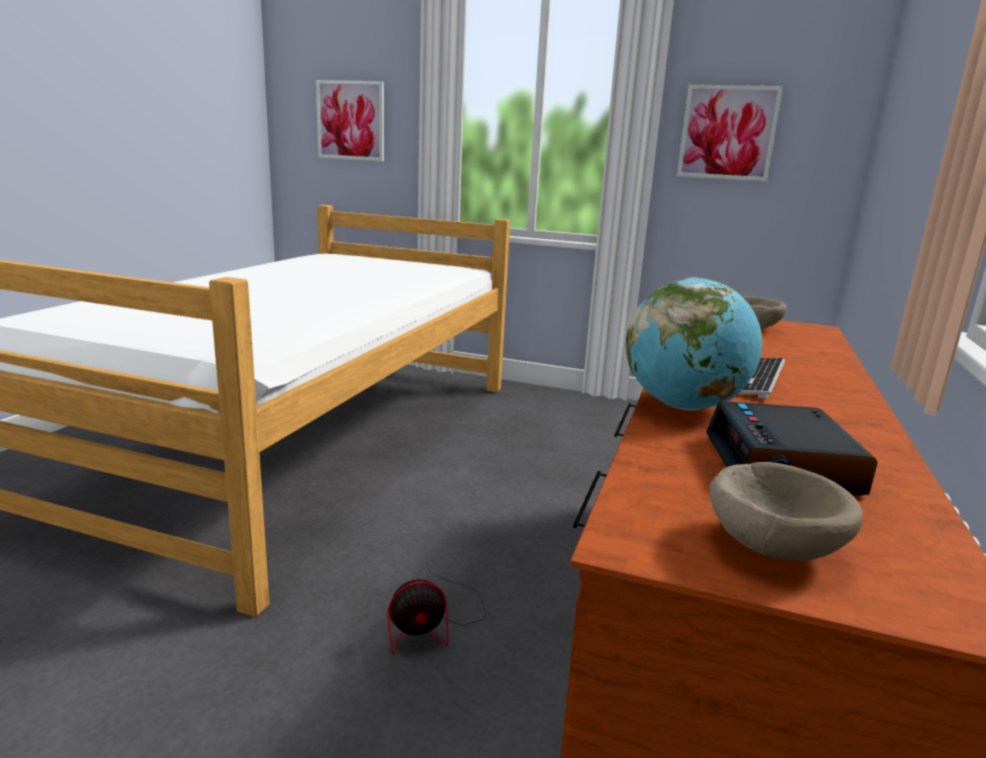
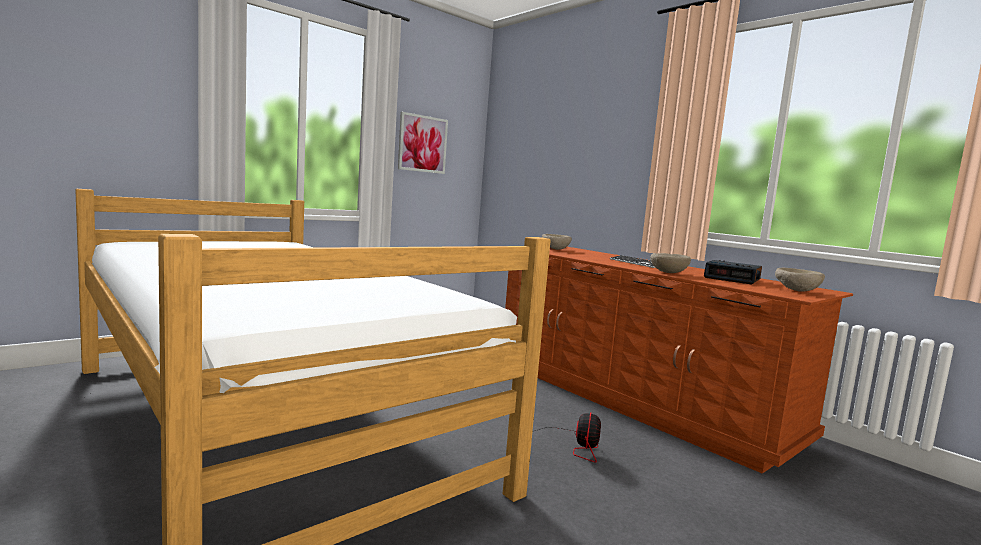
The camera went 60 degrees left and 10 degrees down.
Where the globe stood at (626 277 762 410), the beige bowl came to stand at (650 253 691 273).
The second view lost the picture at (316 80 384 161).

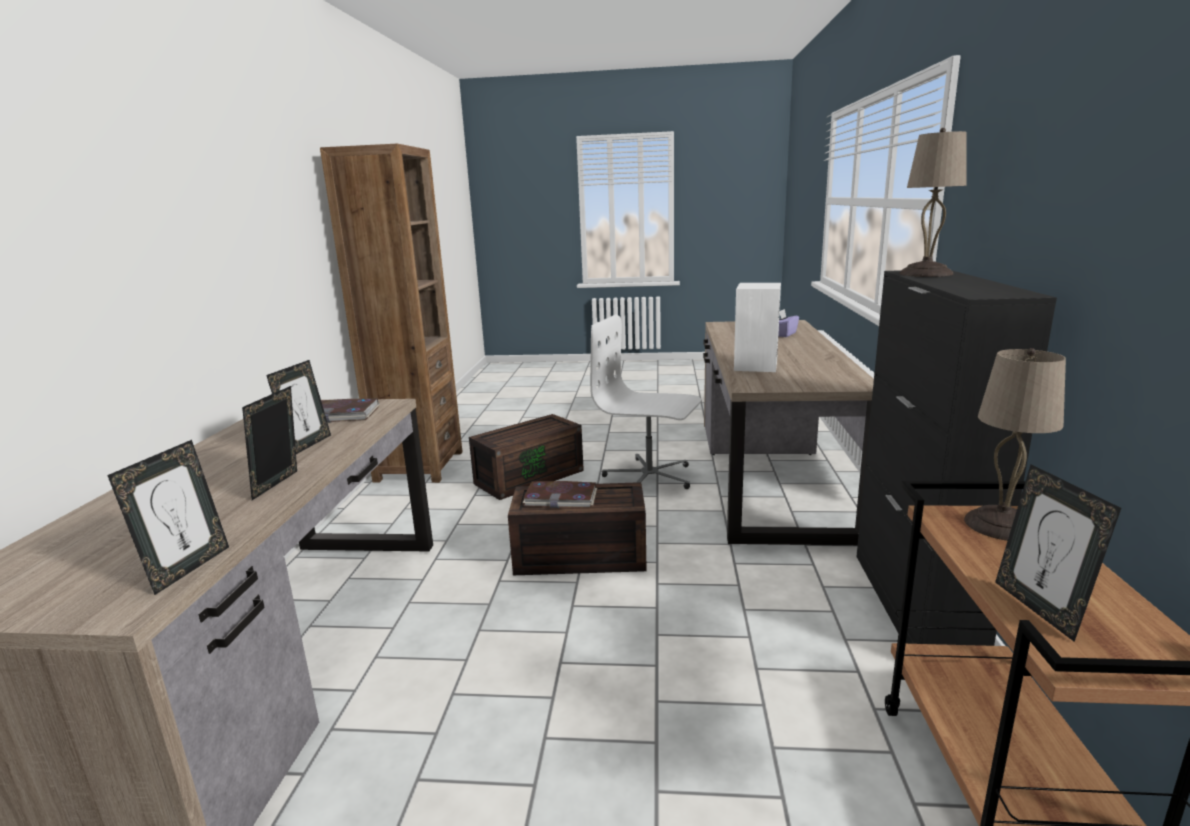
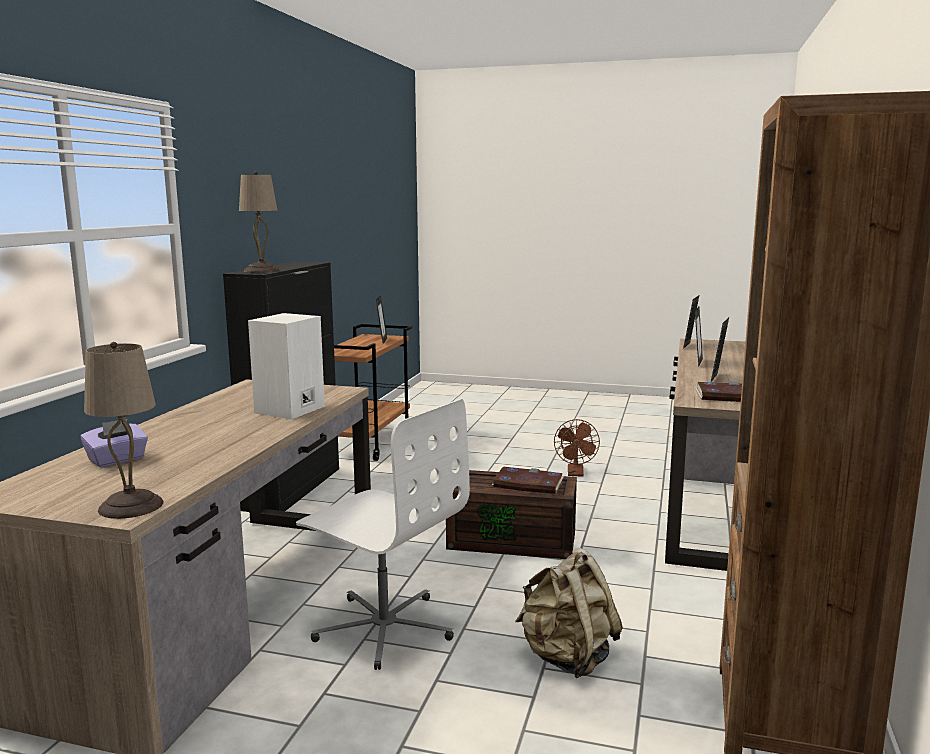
The camera went 170 degrees left and 5 degrees down.
The beige table lamp ended up elsewhere, having gone from (964 348 1066 541) to (84 342 164 519).
Where the brown storage box stood at (469 414 584 500), the beige backpack came to stand at (515 548 623 678).
The second view gained the brown fan at (554 419 600 477).

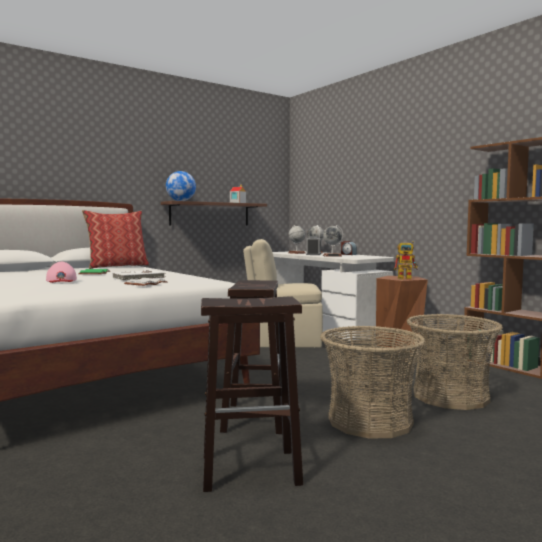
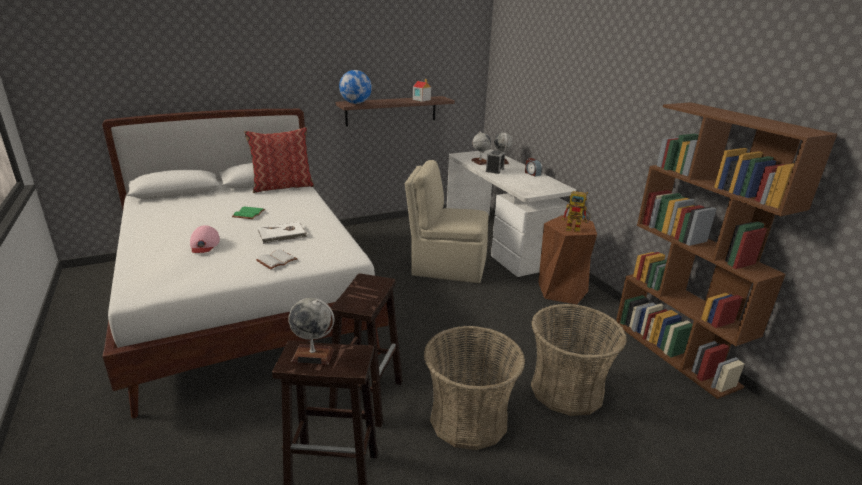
The camera went 10 degrees right and 20 degrees up.
The globe ended up elsewhere, having gone from (323 225 343 257) to (289 298 335 365).

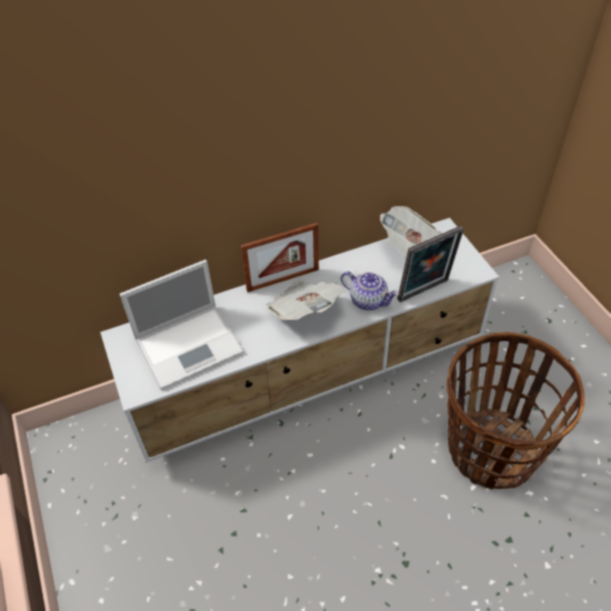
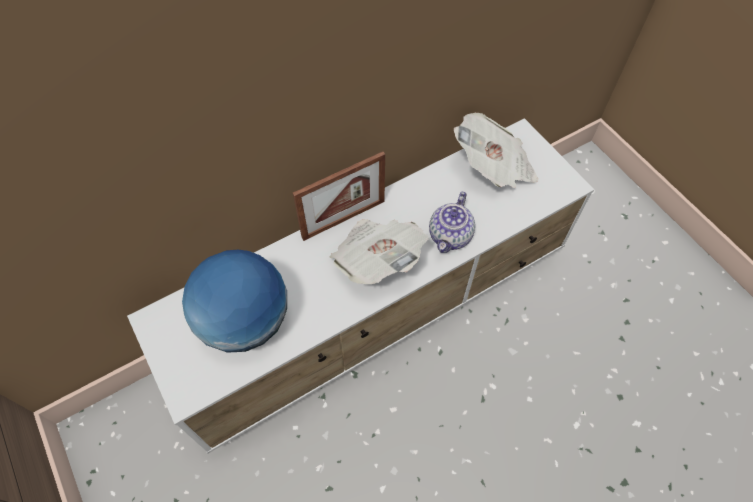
The camera went 10 degrees left and 10 degrees up.
Where the laptop stood at (120 260 244 390), the globe came to stand at (182 250 287 353).
The teapot at (341 271 399 310) ended up facing another way, 90 degrees clockwise from before.
The second view lost the picture frame at (397 226 464 302).
The second view lost the basket at (447 332 585 490).

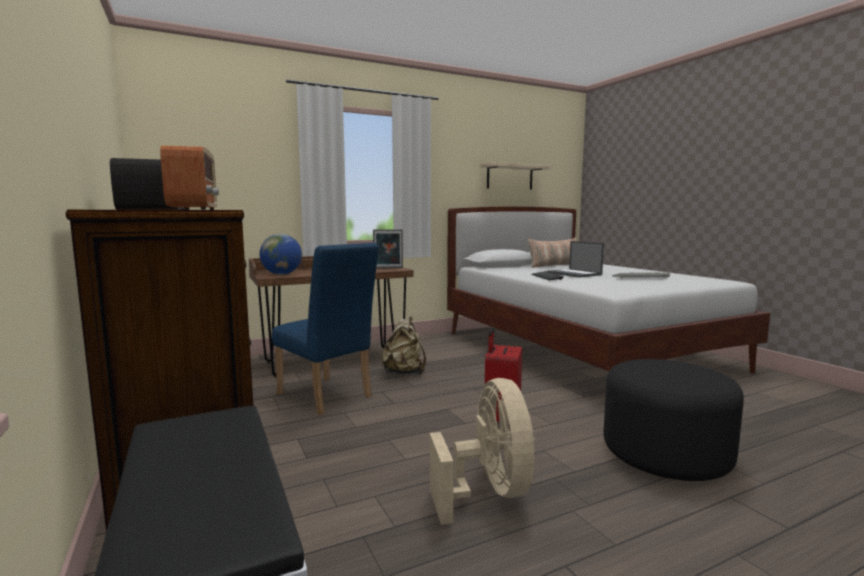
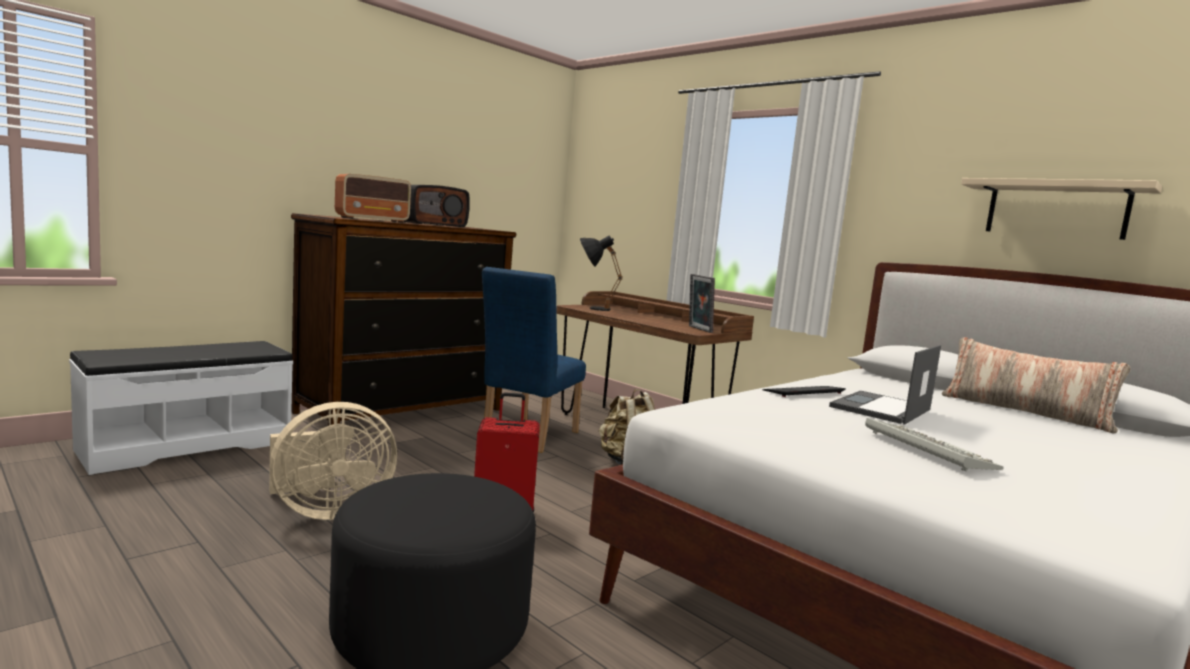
The camera went 70 degrees right and 0 degrees up.
Where the globe stood at (259 234 302 275), the black table lamp came to stand at (580 235 623 311).

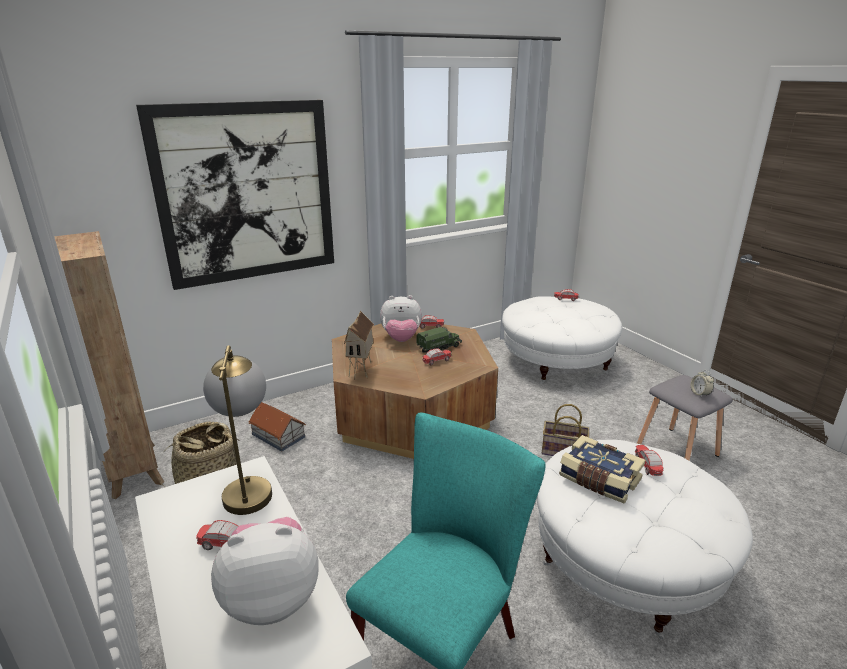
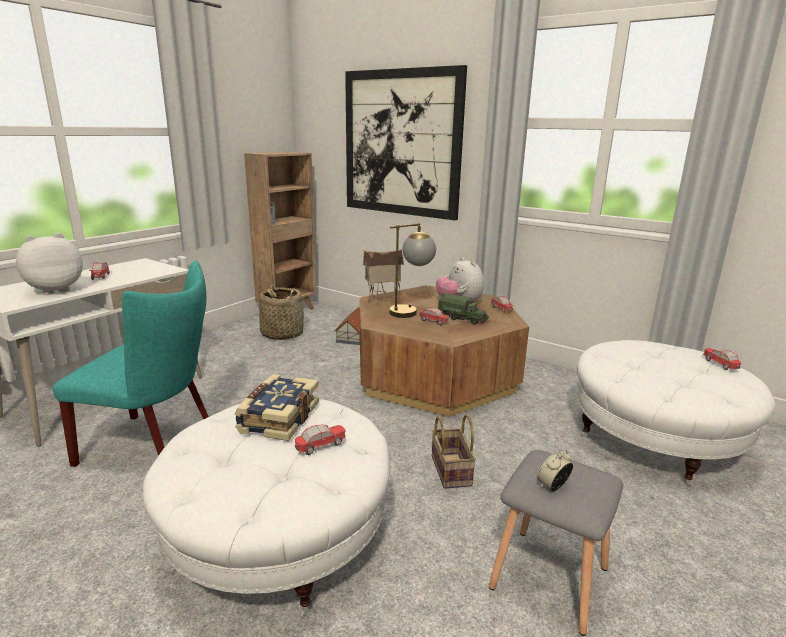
The camera went 65 degrees right and 5 degrees down.
The plush toy at (211 517 319 625) ended up facing another way, 90 degrees counterclockwise from before.
The table lamp ended up elsewhere, having gone from (203 345 272 515) to (389 223 436 318).

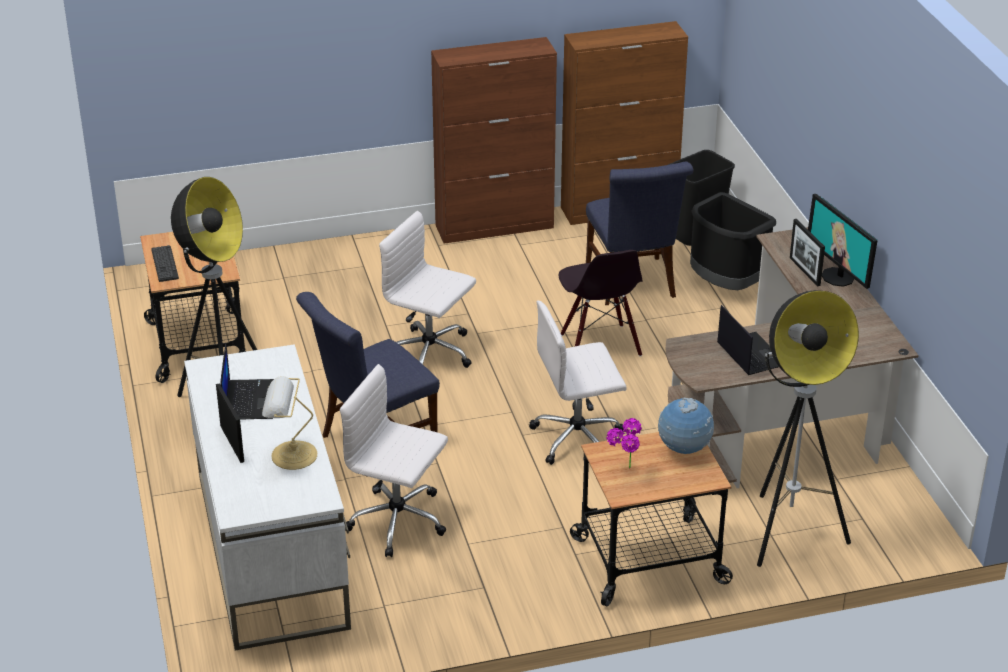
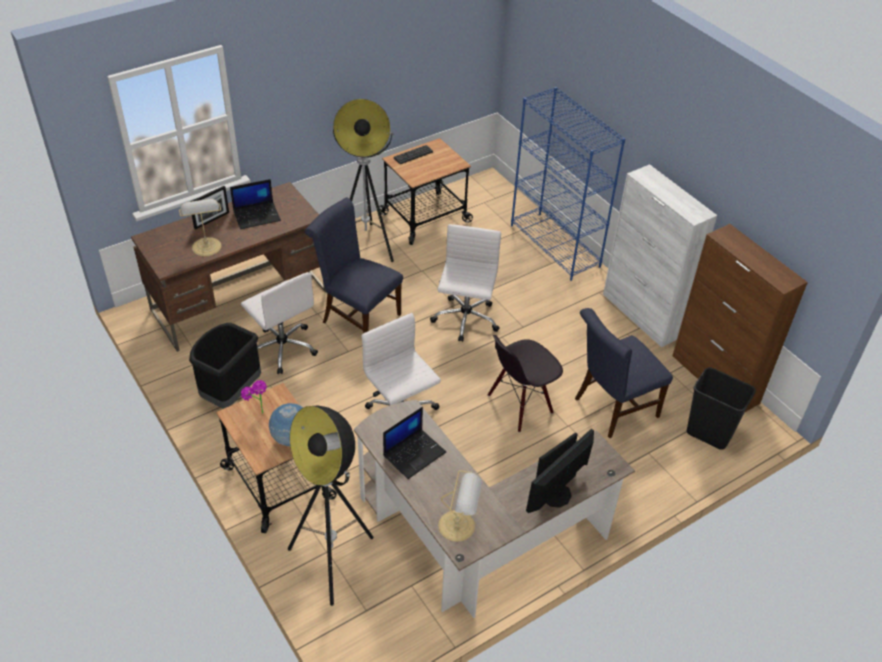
The camera went 70 degrees right and 10 degrees up.
What was the white desk at (184 344 351 651) turned into the brown desk at (131 182 326 352).
The black trash can ended up elsewhere, having gone from (690 192 776 290) to (189 323 261 409).
The white office chair at (340 364 448 557) ended up facing another way, 135 degrees clockwise from before.
The second view gained the table lamp at (438 470 482 542).
The second view gained the blue bookcase at (511 87 625 281).
What was the brown cabinet at (431 37 557 244) turned into the white cabinet at (603 164 717 347).

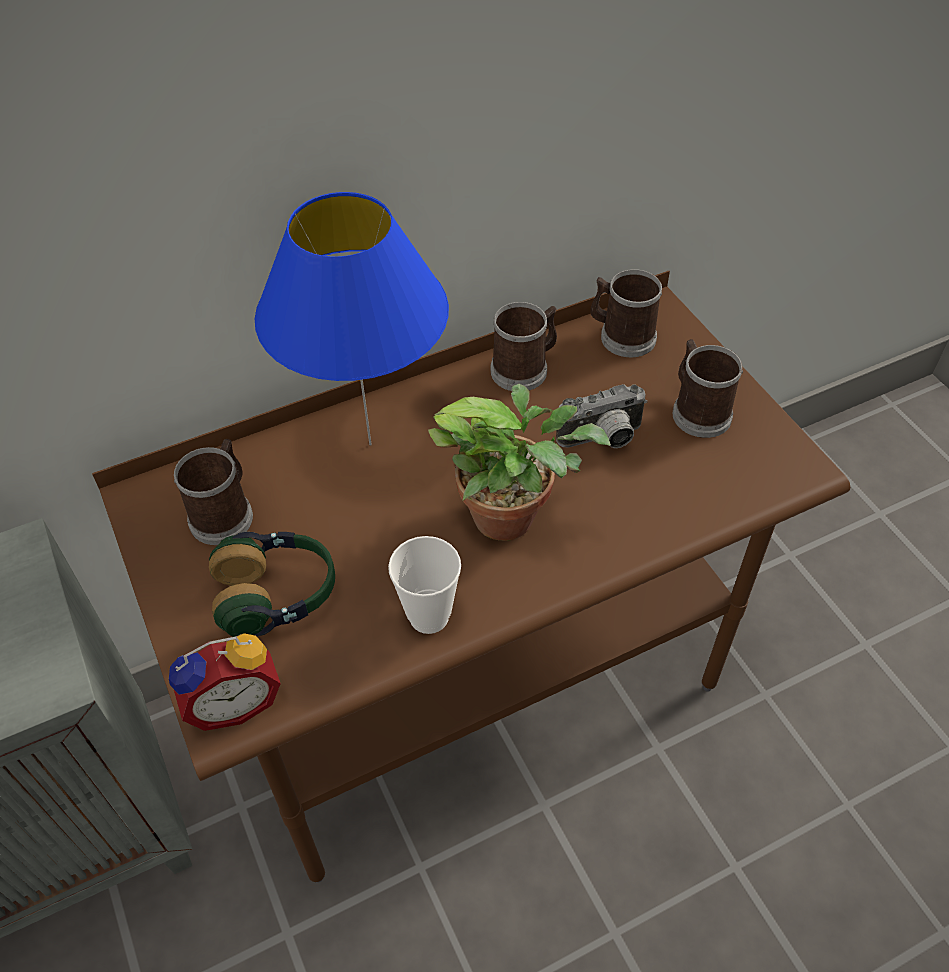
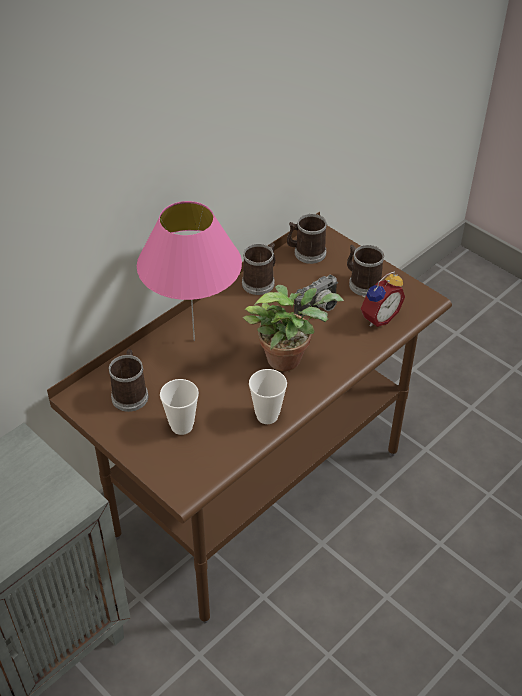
The camera went 20 degrees left and 5 degrees down.
What was the blue table lamp at (255 192 449 446) turned into the pink table lamp at (137 201 242 341).
Where the headphones stood at (209 532 335 637), the cup came to stand at (160 379 199 435).
The alarm clock ended up elsewhere, having gone from (169 633 281 731) to (361 271 405 327).

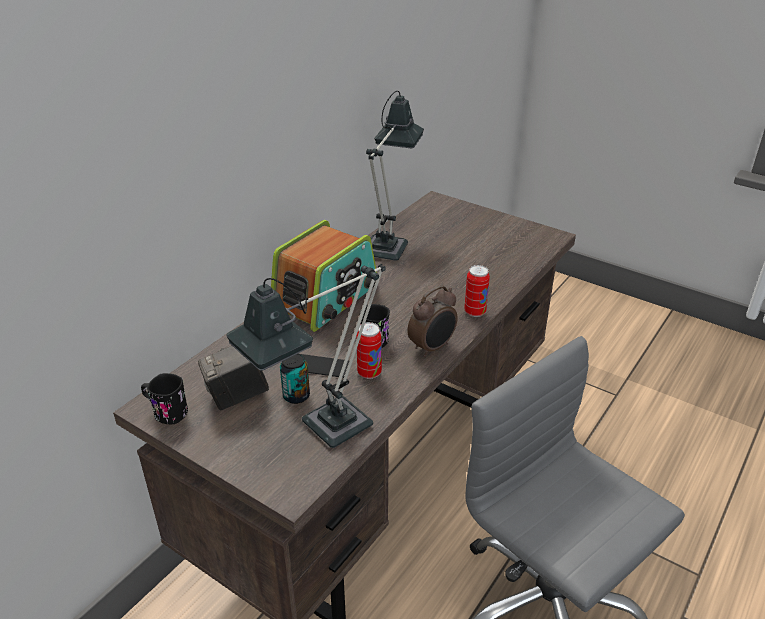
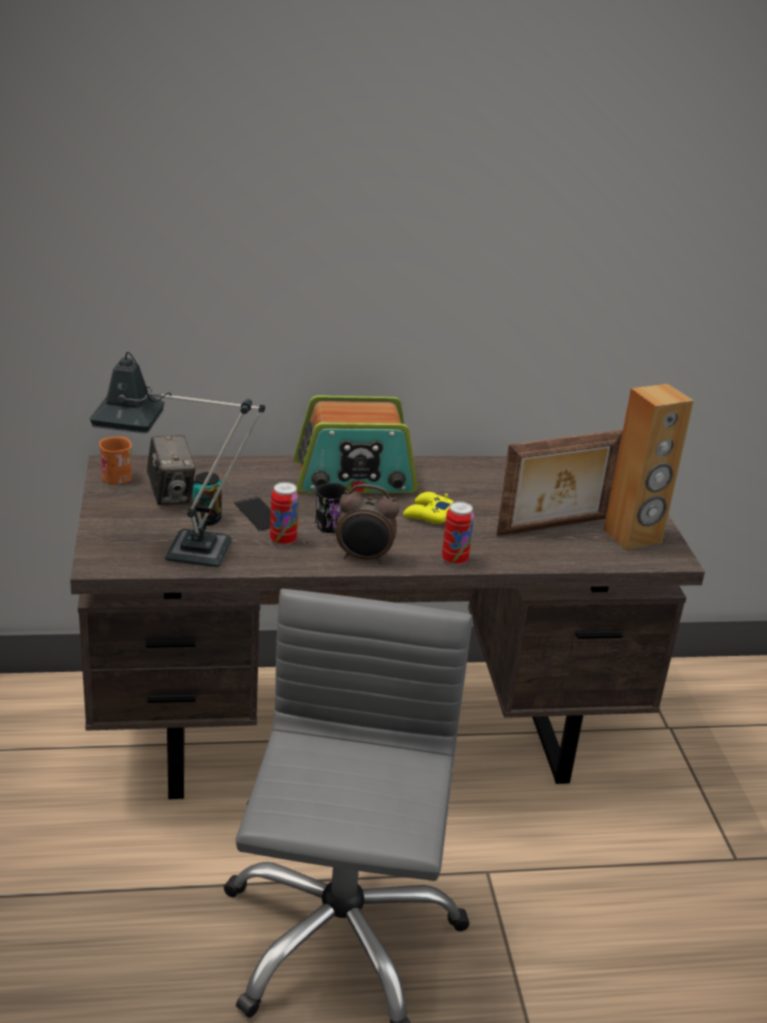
The camera went 45 degrees right and 5 degrees down.
What was the black mug at (141 373 188 424) turned into the orange mug at (99 437 132 484).
The photo camera at (198 346 269 410) ended up facing another way, 135 degrees counterclockwise from before.
The second view gained the yellow game controller at (403 492 453 524).
The second view gained the picture frame at (496 430 623 536).
The second view gained the brown speaker at (604 383 694 550).
The second view lost the table lamp at (366 91 424 261).

